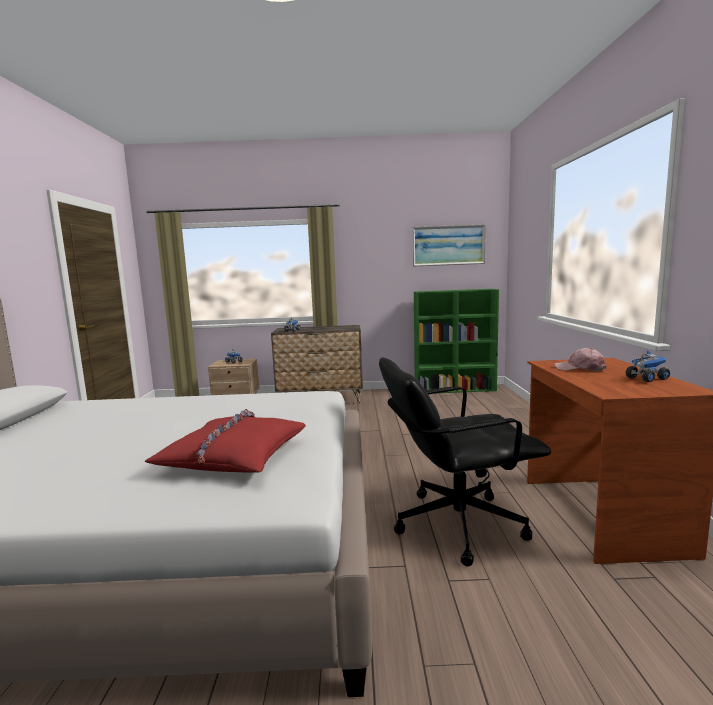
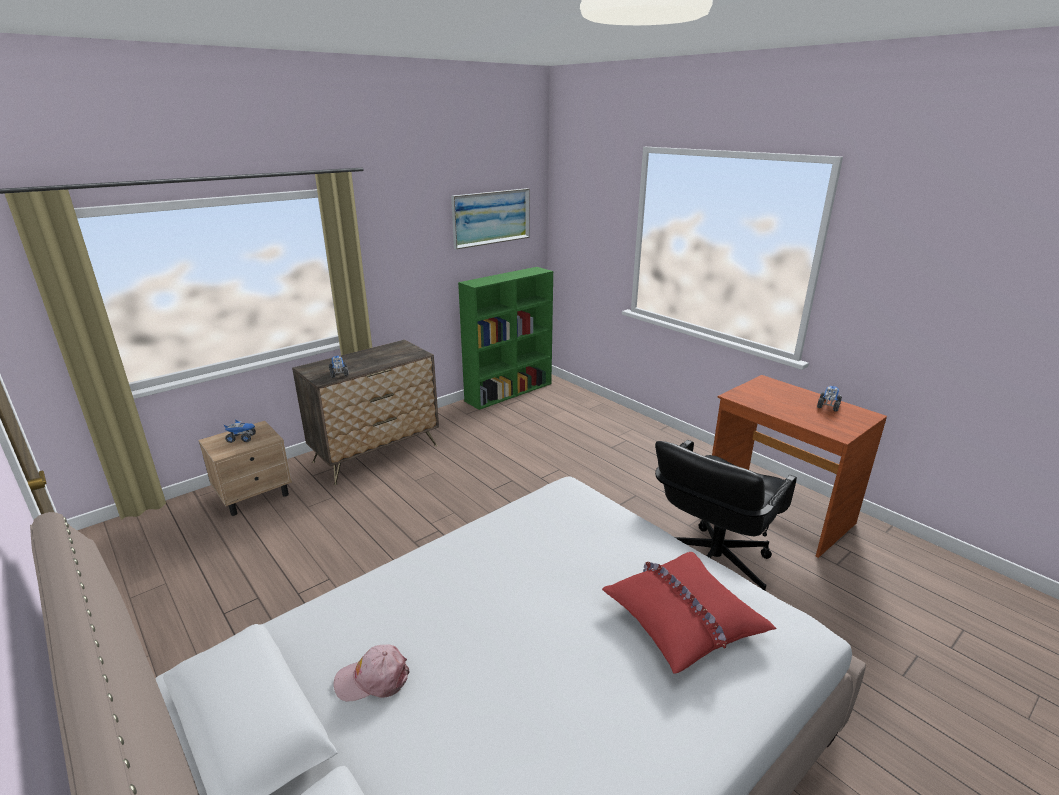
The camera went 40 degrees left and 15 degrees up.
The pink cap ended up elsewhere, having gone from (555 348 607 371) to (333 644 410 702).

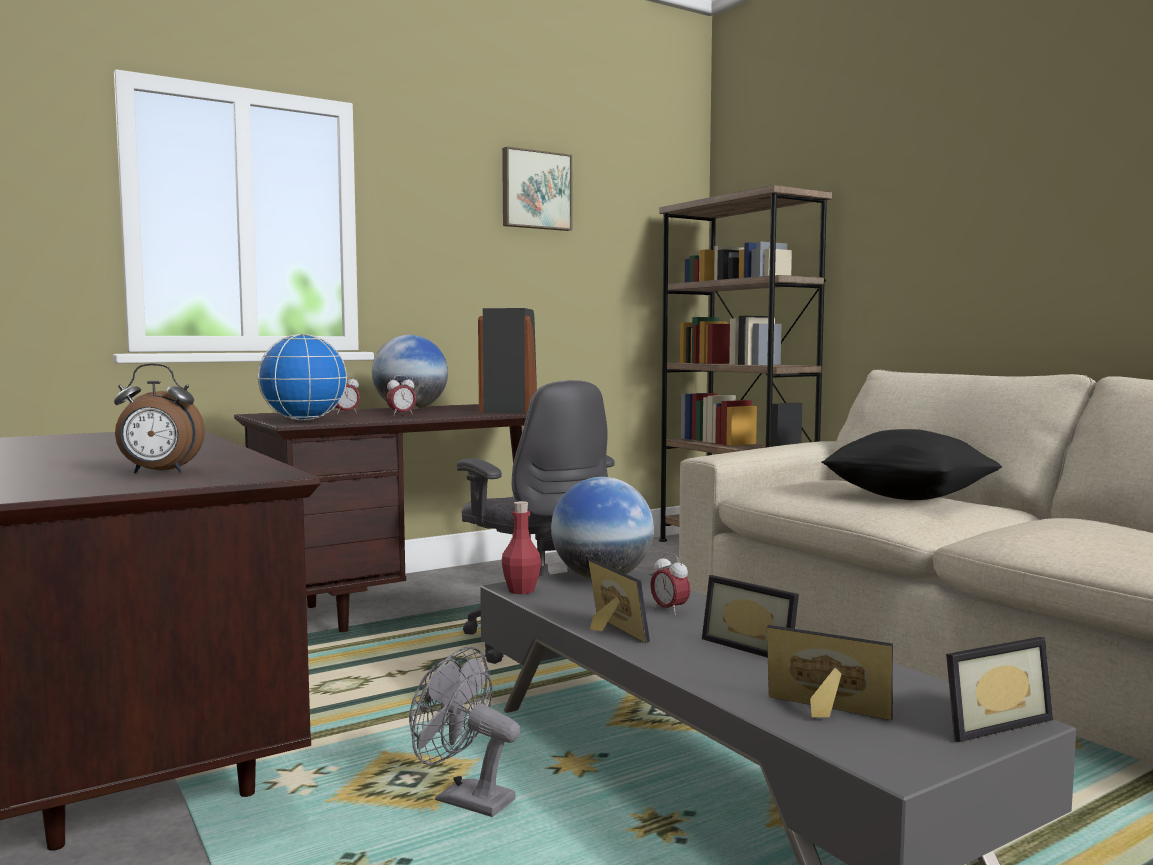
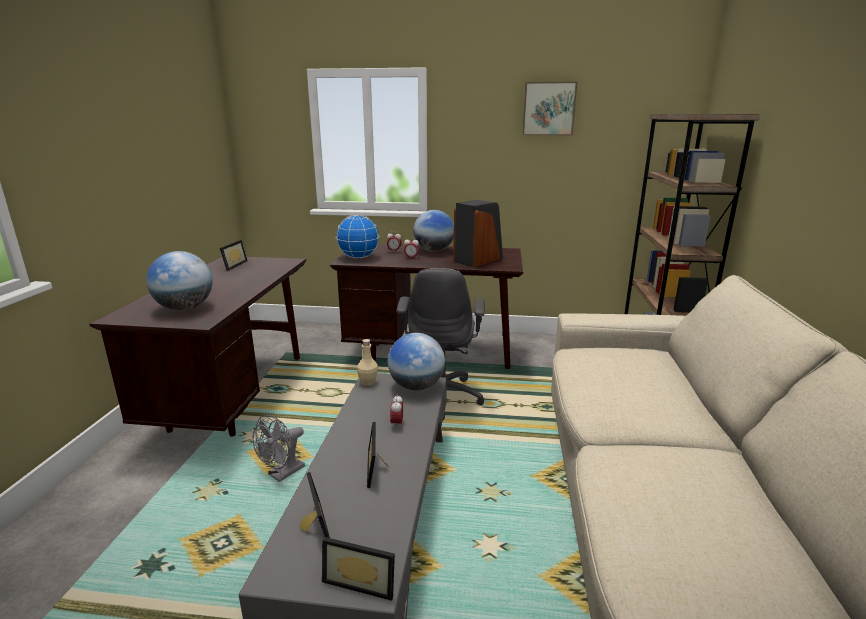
The camera went 40 degrees right and 15 degrees up.
Where the alarm clock stood at (114 364 205 473), the globe came to stand at (146 251 212 310).
The picture frame ended up elsewhere, having gone from (588 559 650 643) to (220 240 248 271).
The grey fan at (409 647 521 817) ended up facing another way, 120 degrees counterclockwise from before.
What was the red bottle at (502 501 541 594) turned into the beige bottle at (357 339 378 386).
The second view lost the black pillow at (822 429 1002 500).

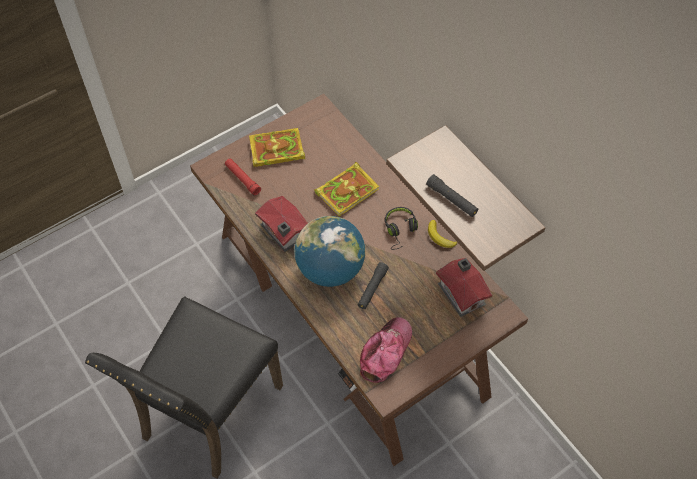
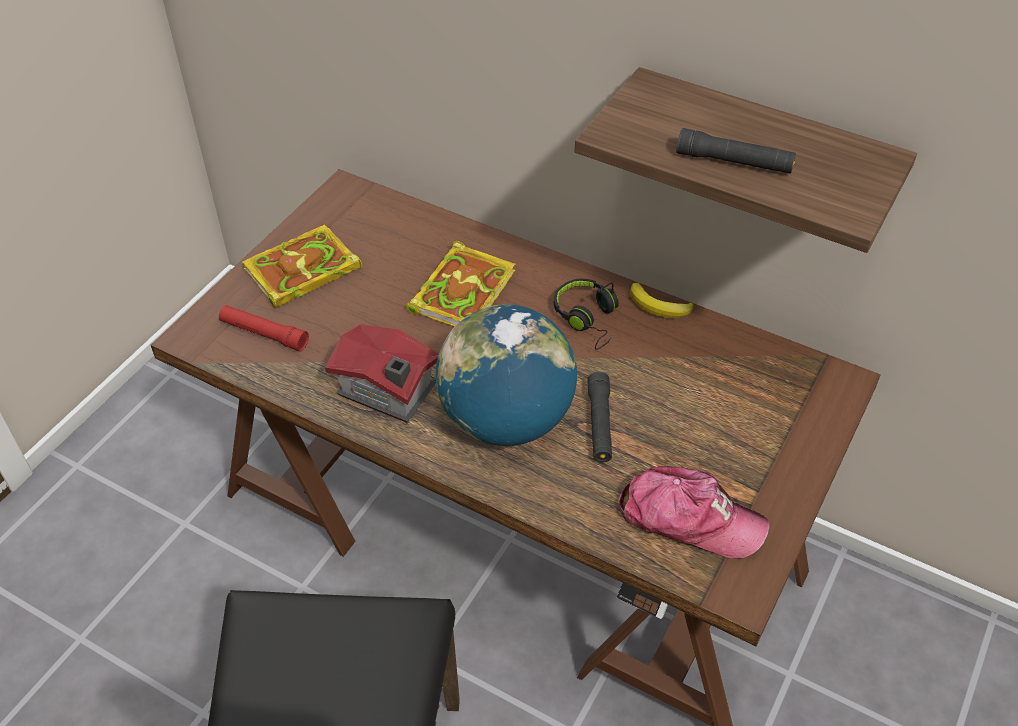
The camera went 25 degrees left and 10 degrees down.
The cap at (360 317 412 383) ended up facing another way, 105 degrees clockwise from before.
The second view lost the toy house at (436 258 492 317).

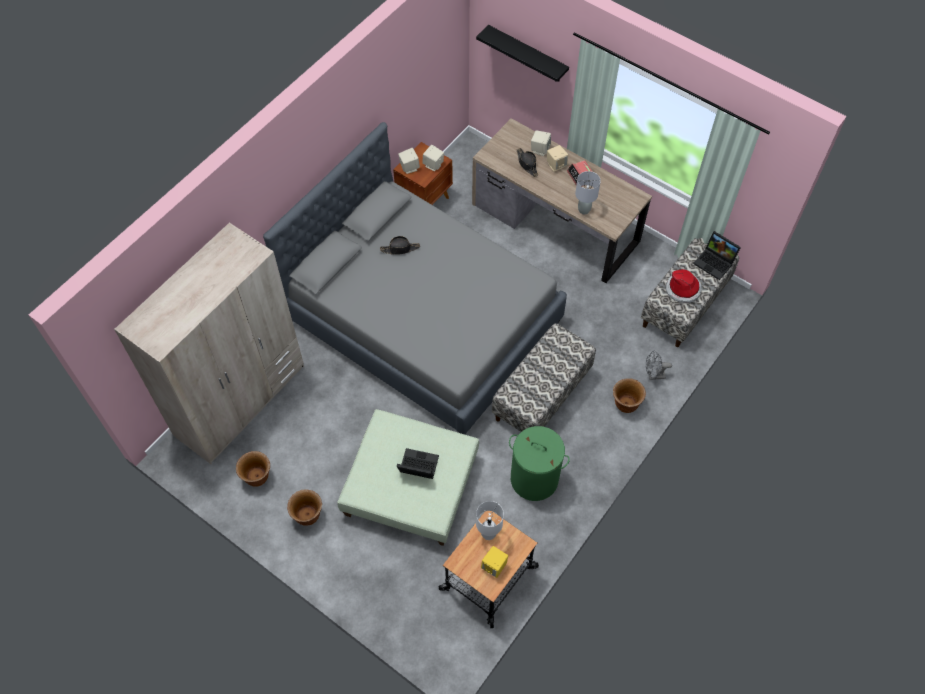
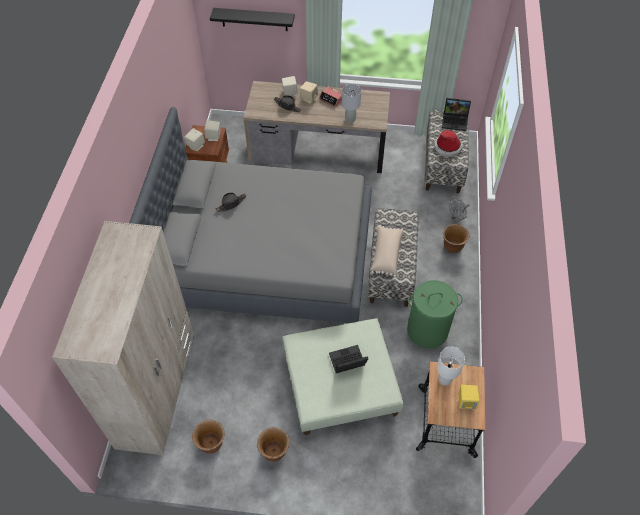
The camera went 30 degrees left and 5 degrees down.
The second view gained the beige pillow at (370 225 404 277).

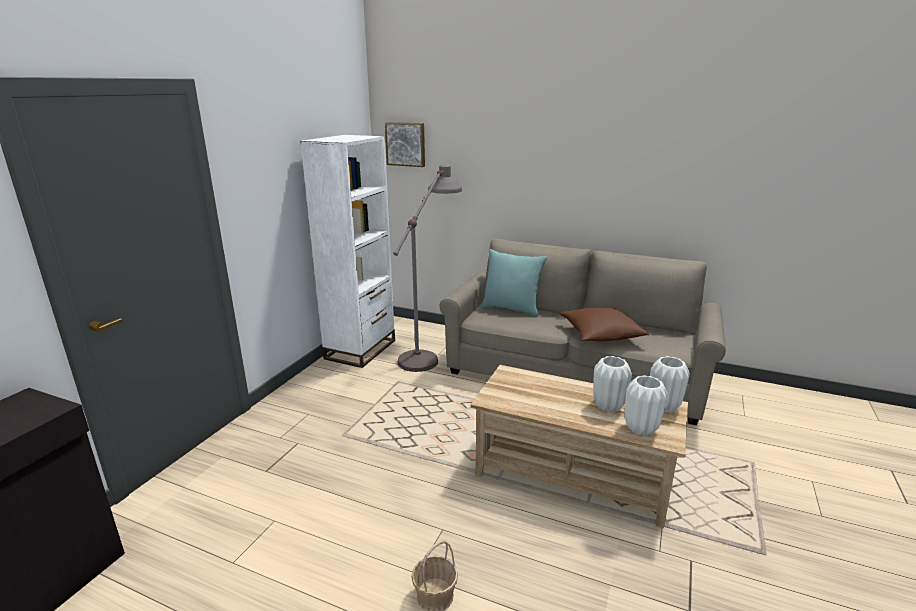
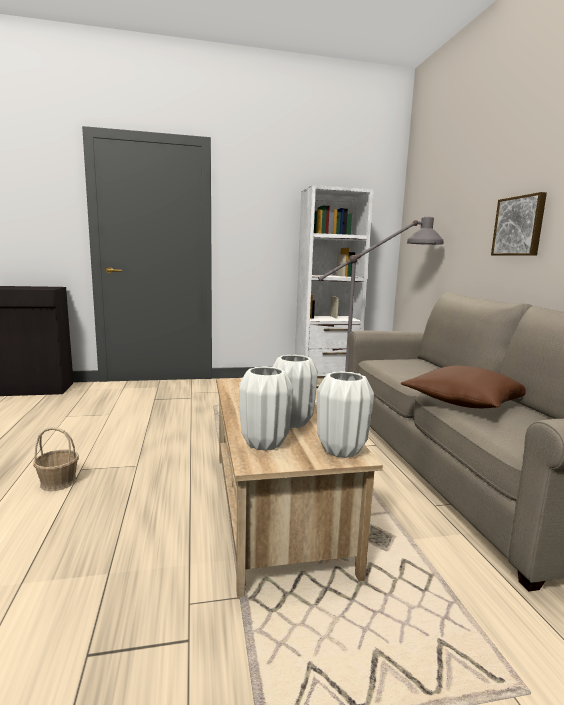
The camera went 55 degrees right and 10 degrees down.
The picture ended up elsewhere, having gone from (385 122 425 167) to (491 192 547 256).
The second view lost the turquoise pillow at (481 249 547 317).

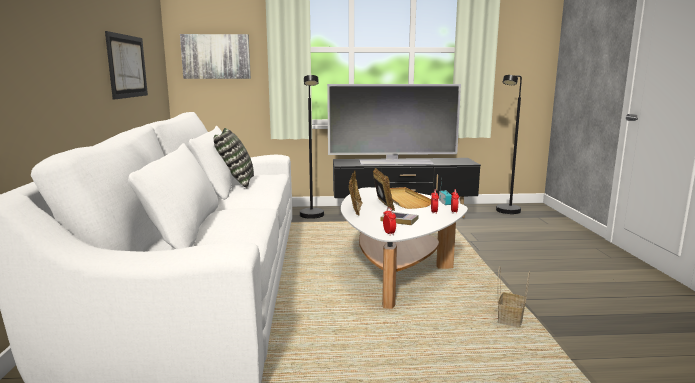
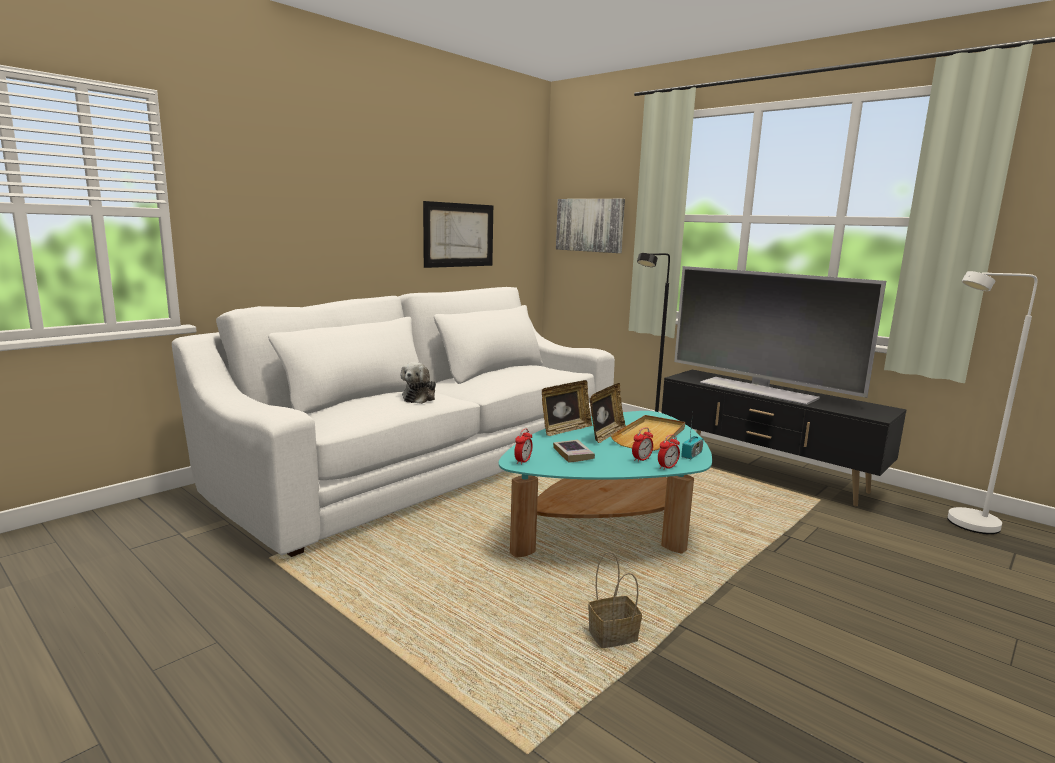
The camera went 45 degrees right and 0 degrees up.
The second view gained the plush toy at (401 362 436 404).
What was the white coffee table at (341 187 468 309) turned into the turquoise coffee table at (499 411 712 558).
What was the black floor lamp at (496 75 522 214) turned into the white floor lamp at (947 271 1038 534).
The second view lost the pillow at (214 128 254 188).

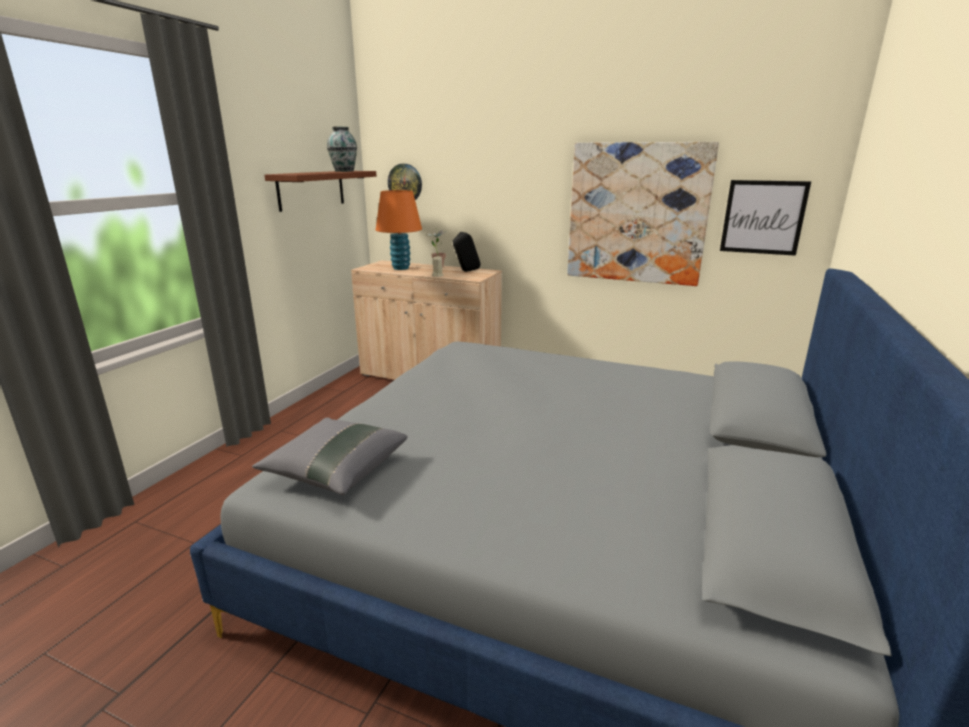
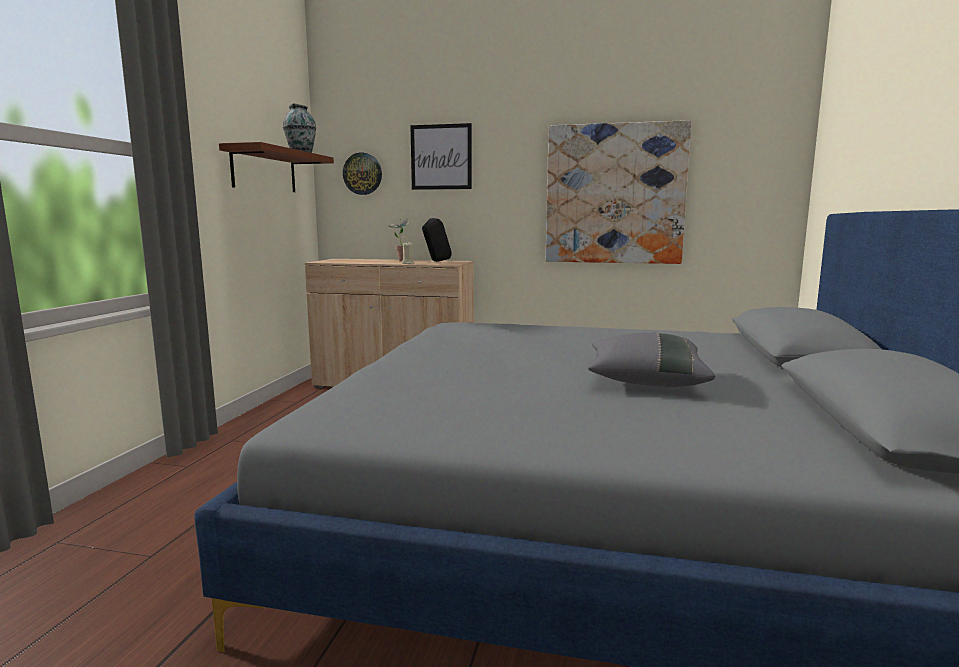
The camera went 10 degrees left and 10 degrees down.
The picture ended up elsewhere, having gone from (720 180 811 256) to (410 123 472 190).
The grey pillow ended up elsewhere, having gone from (252 418 408 495) to (588 333 715 387).
The second view lost the orange table lamp at (376 190 422 270).

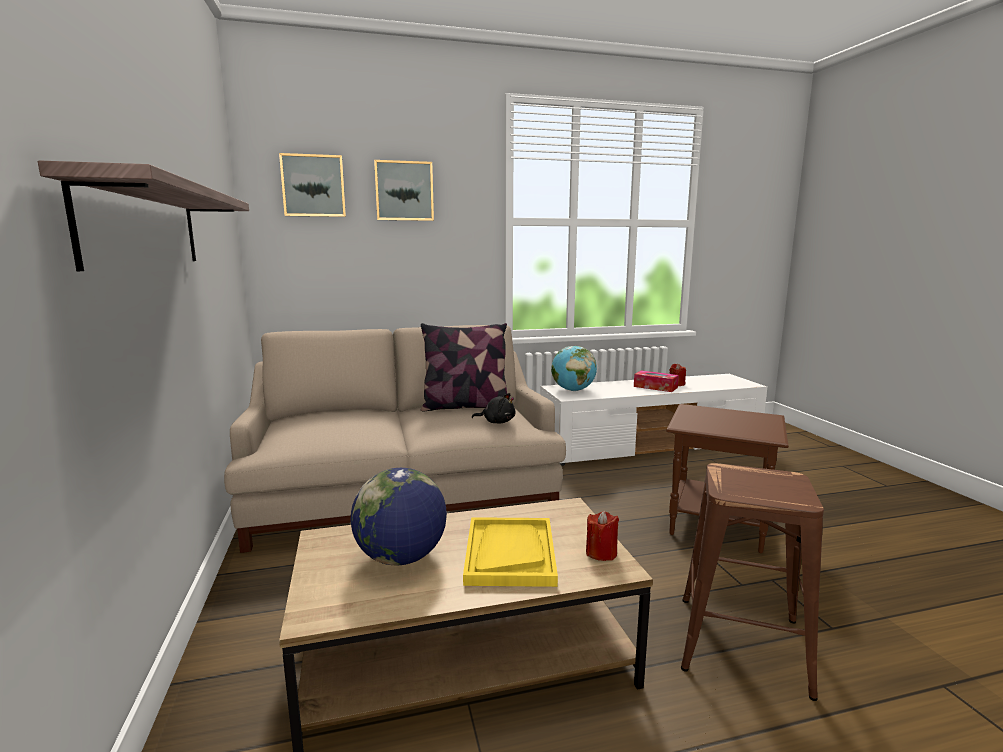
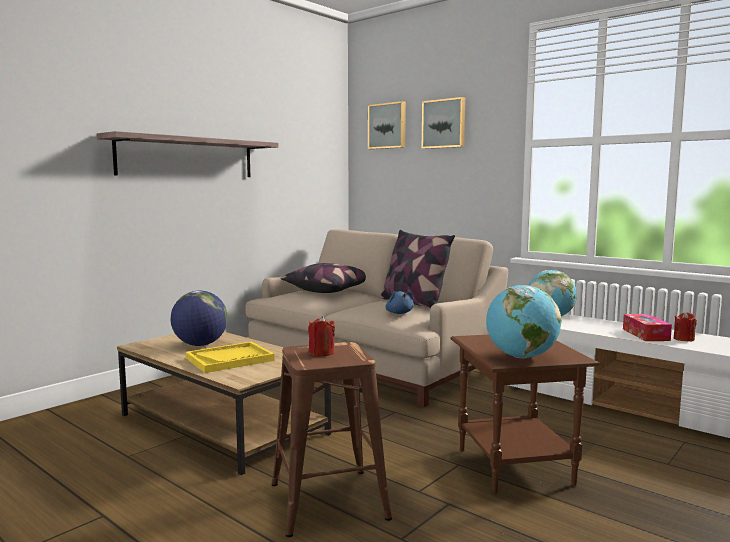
The camera went 55 degrees right and 5 degrees down.
The second view gained the pillow at (281 263 366 293).
The red candle ended up elsewhere, having gone from (586 511 619 561) to (308 316 335 356).
What was the black plush toy at (472 393 515 423) turned into the blue plush toy at (385 291 414 314).
The second view gained the globe at (486 285 561 358).

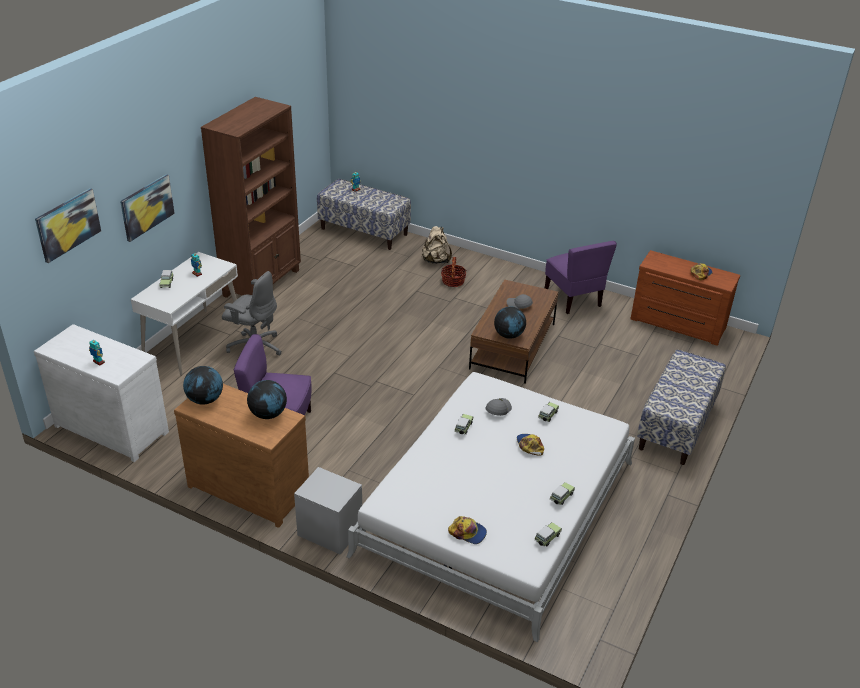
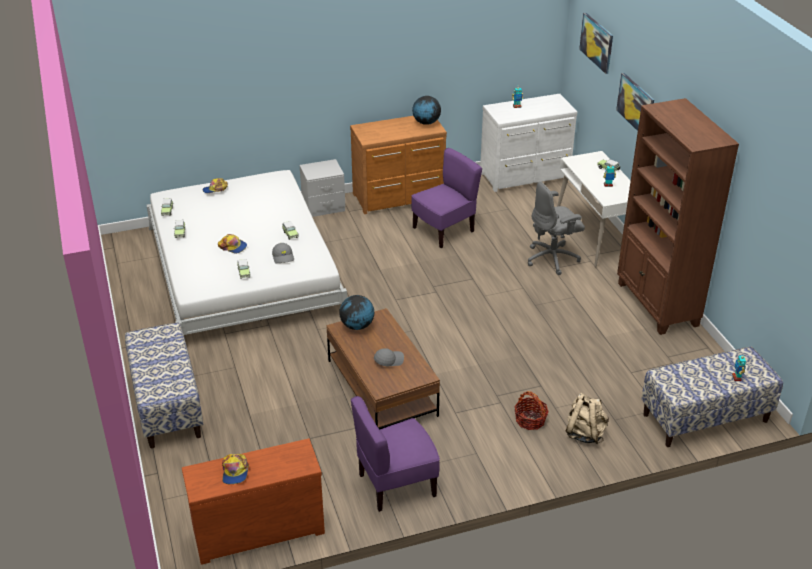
The camera went 135 degrees right and 0 degrees up.
The purple chair at (545 241 617 314) ended up facing another way, 45 degrees counterclockwise from before.
The second view lost the globe at (247 380 287 419).

